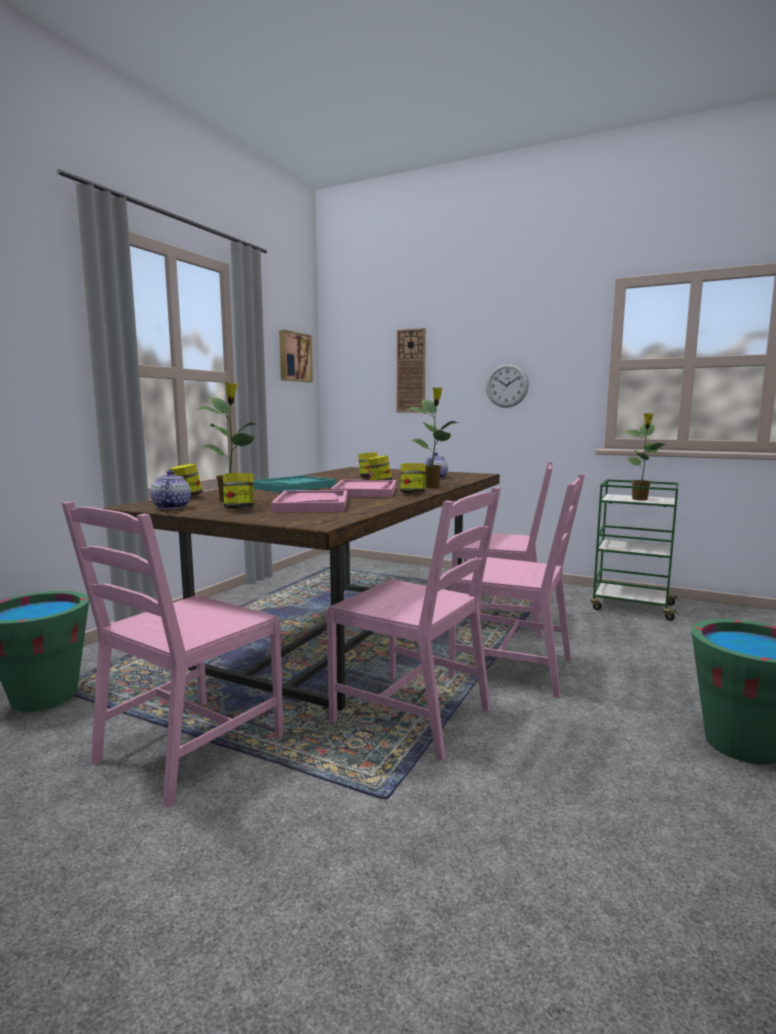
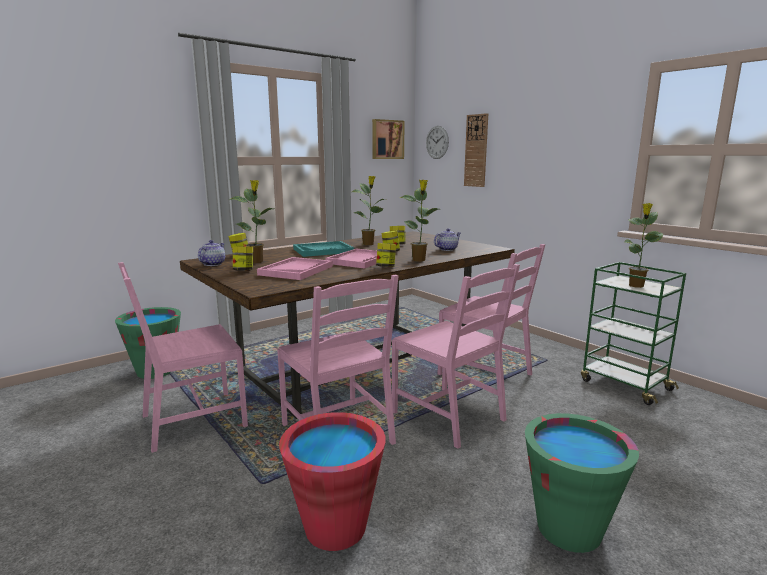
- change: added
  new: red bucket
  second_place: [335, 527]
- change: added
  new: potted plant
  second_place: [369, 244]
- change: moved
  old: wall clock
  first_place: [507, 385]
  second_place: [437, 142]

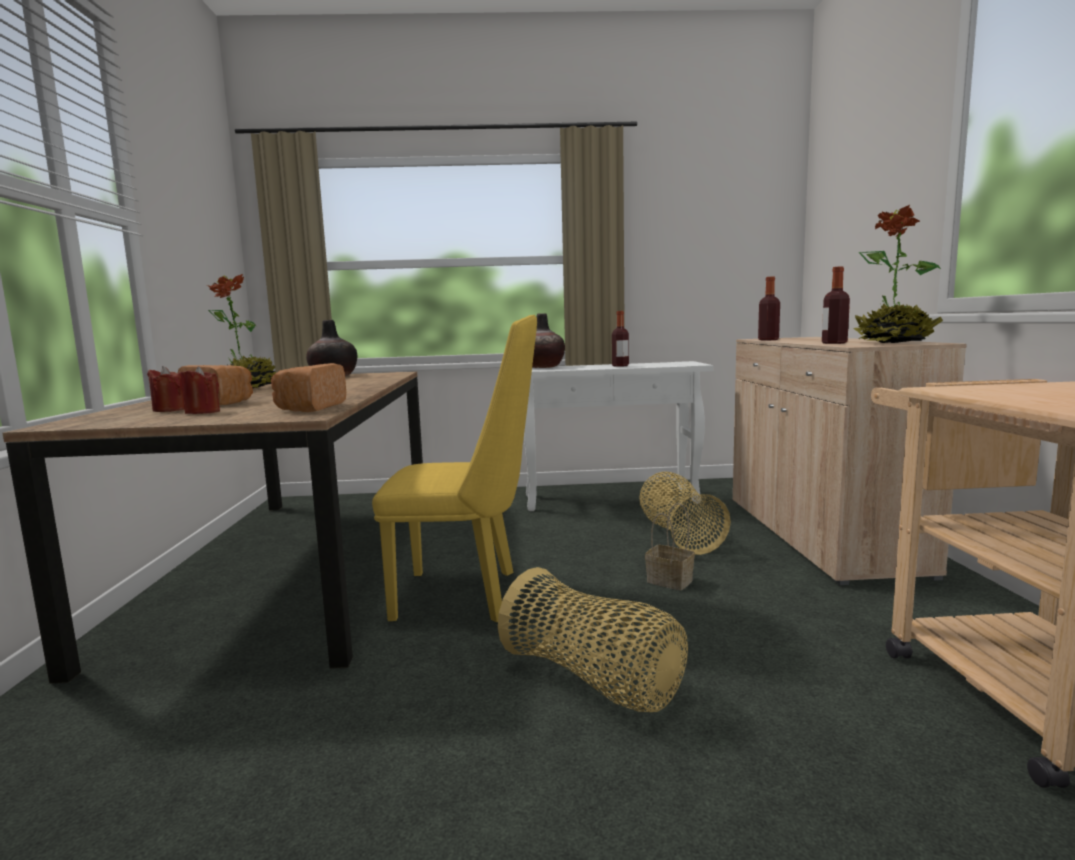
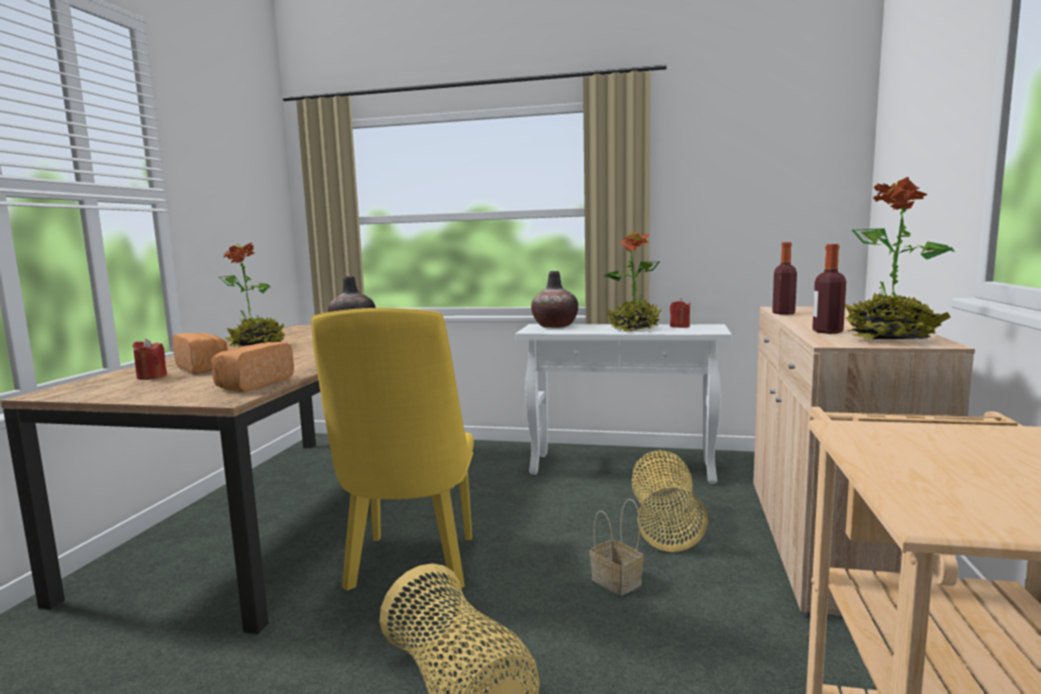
- change: turned
  old: yellow chair
  first_place: [468, 594]
  second_place: [411, 568]
  degrees: 75
- change: replaced
  old: bottle
  new: potted plant
  first_place: [620, 366]
  second_place: [633, 329]
- change: moved
  old: red candle
  first_place: [203, 412]
  second_place: [679, 326]

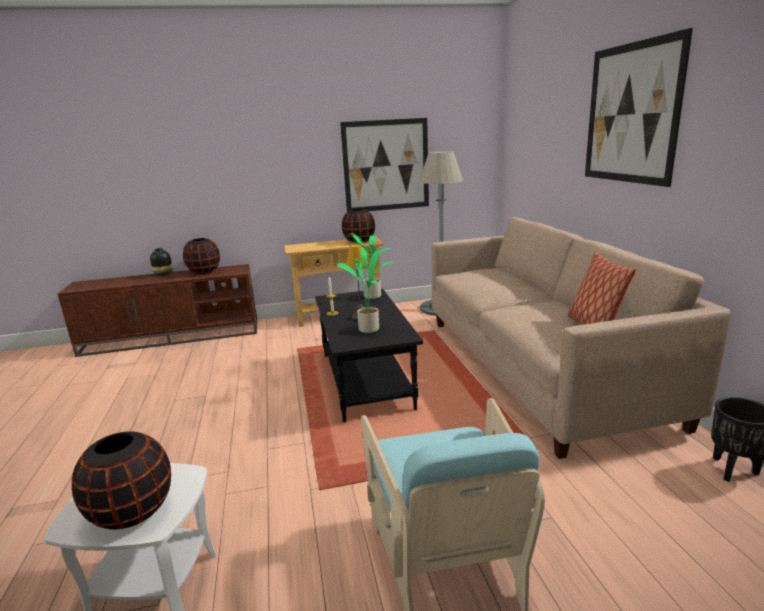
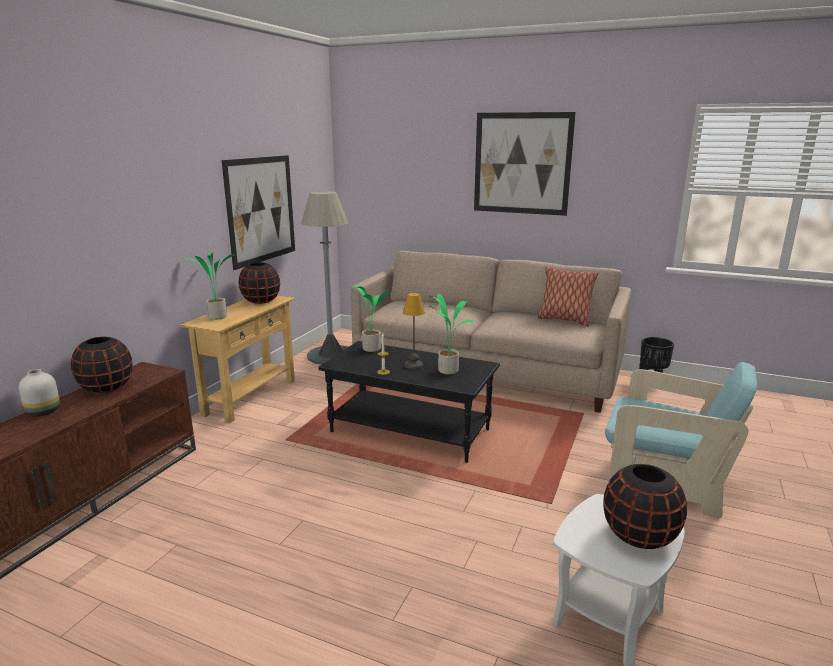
- change: recoloured
  old: black vase
  new: white vase
  first_place: [163, 274]
  second_place: [44, 412]
- change: added
  new: potted plant
  second_place: [216, 317]

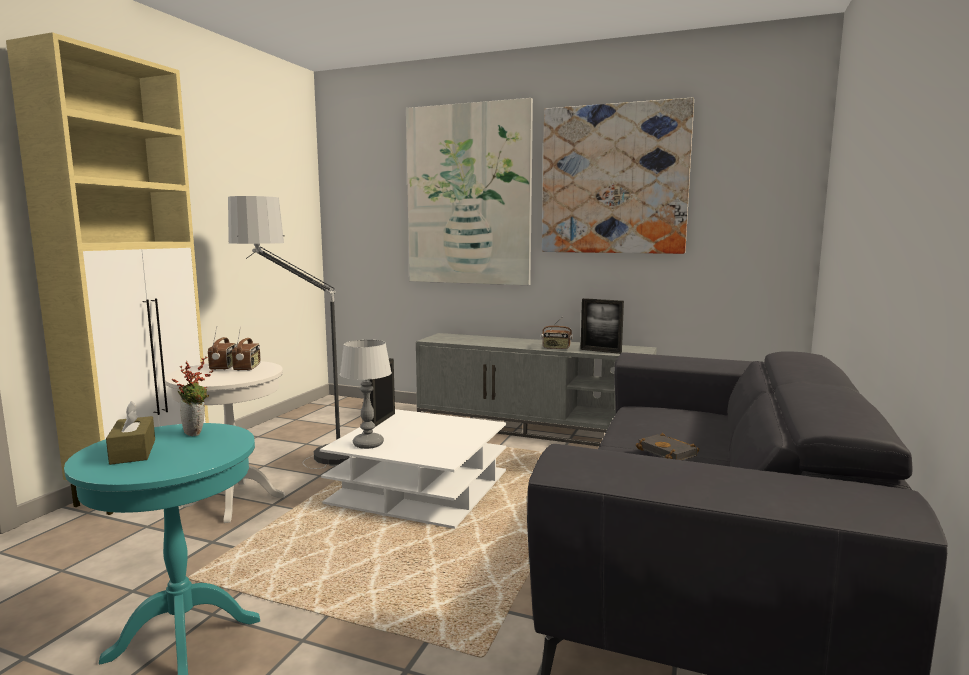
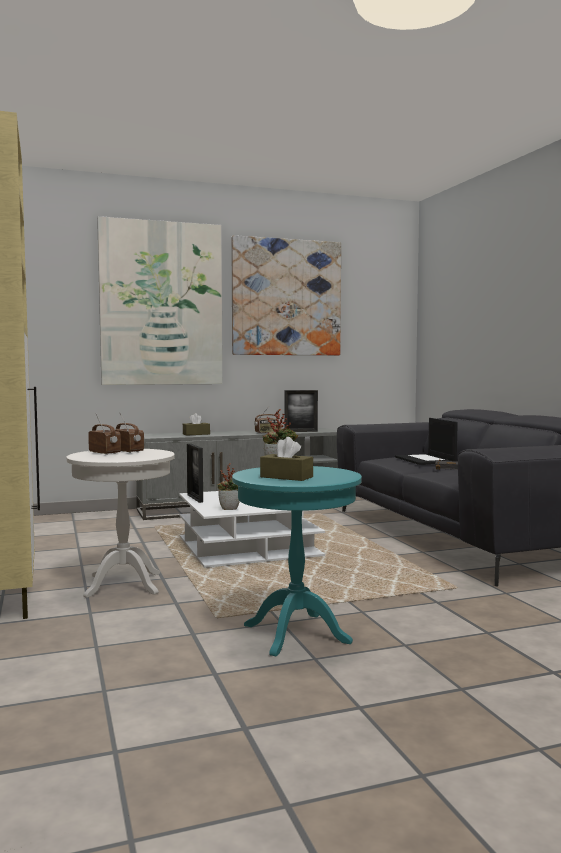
- change: added
  new: brown tissue box
  second_place: [196, 434]
- change: replaced
  old: table lamp
  new: potted plant
  first_place: [367, 444]
  second_place: [230, 509]
- change: added
  new: laptop
  second_place: [425, 460]
- change: removed
  old: floor lamp
  first_place: [303, 453]

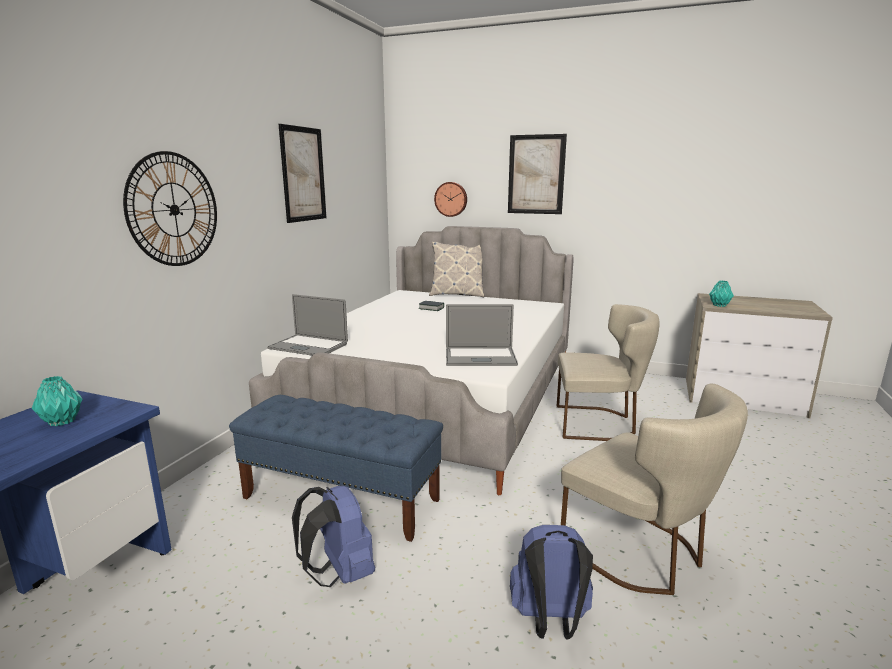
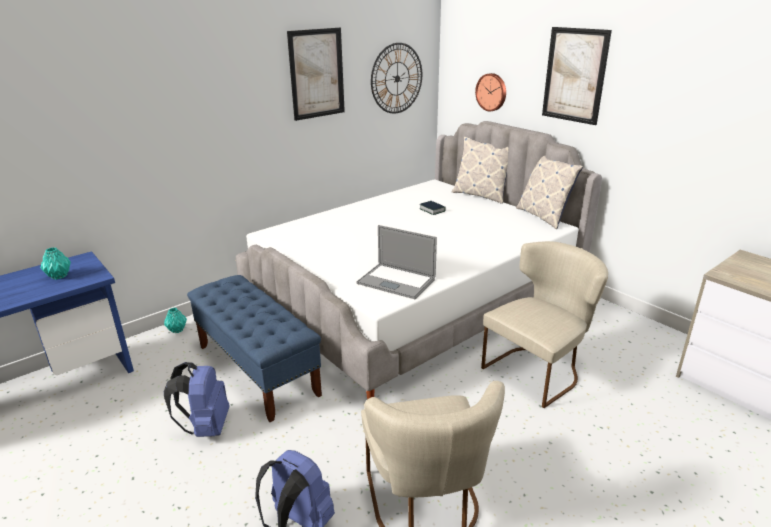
- change: moved
  old: turquoise vase
  first_place: [719, 305]
  second_place: [177, 330]
- change: moved
  old: wall clock
  first_place: [174, 210]
  second_place: [397, 78]
- change: turned
  old: beige chair
  first_place: [599, 423]
  second_place: [538, 370]
  degrees: -75
- change: added
  new: pillow
  second_place: [543, 216]
- change: removed
  old: laptop
  first_place: [308, 346]

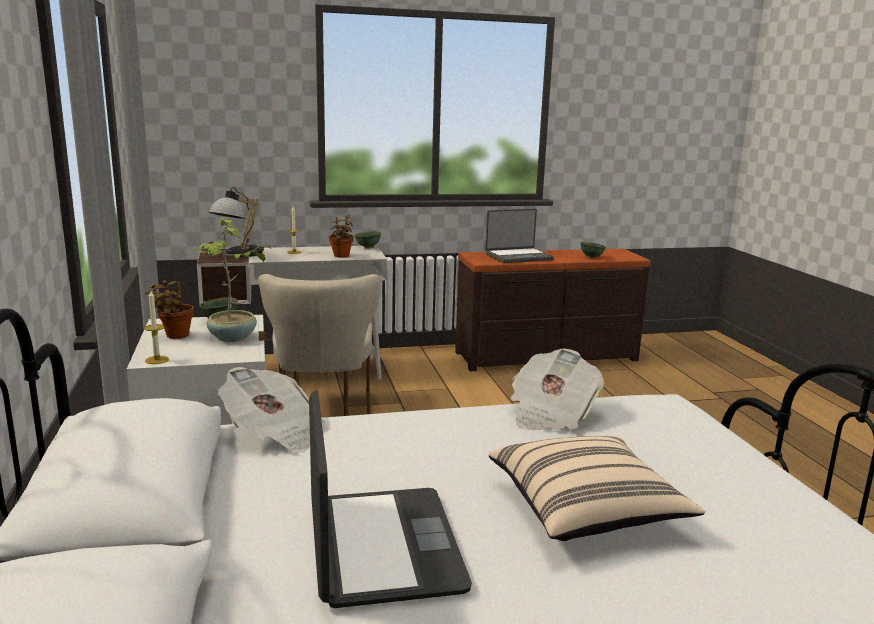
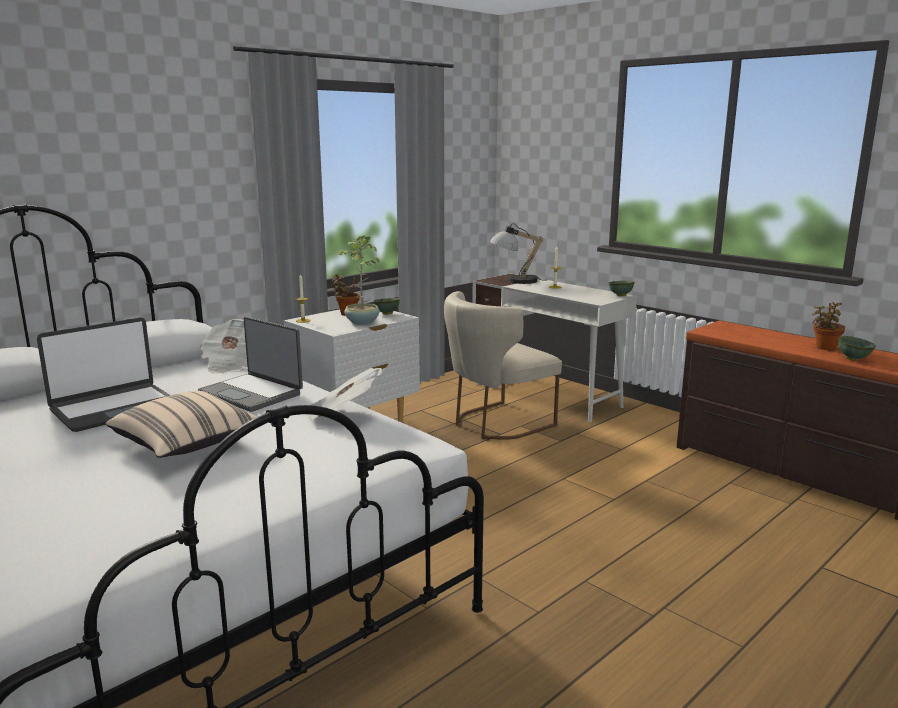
- change: moved
  old: laptop
  first_place: [518, 257]
  second_place: [252, 393]
- change: moved
  old: potted plant
  first_place: [341, 256]
  second_place: [824, 348]

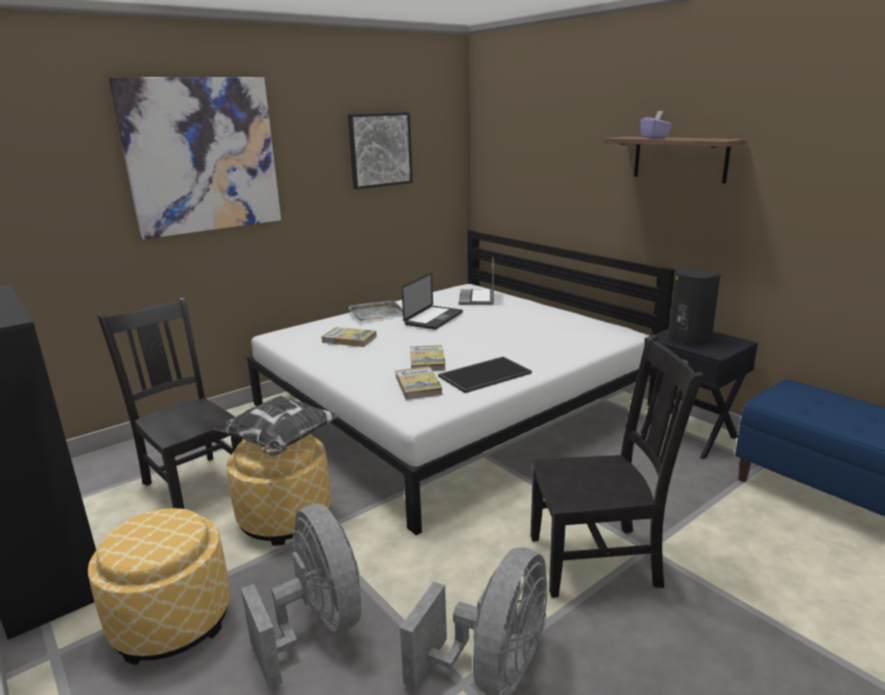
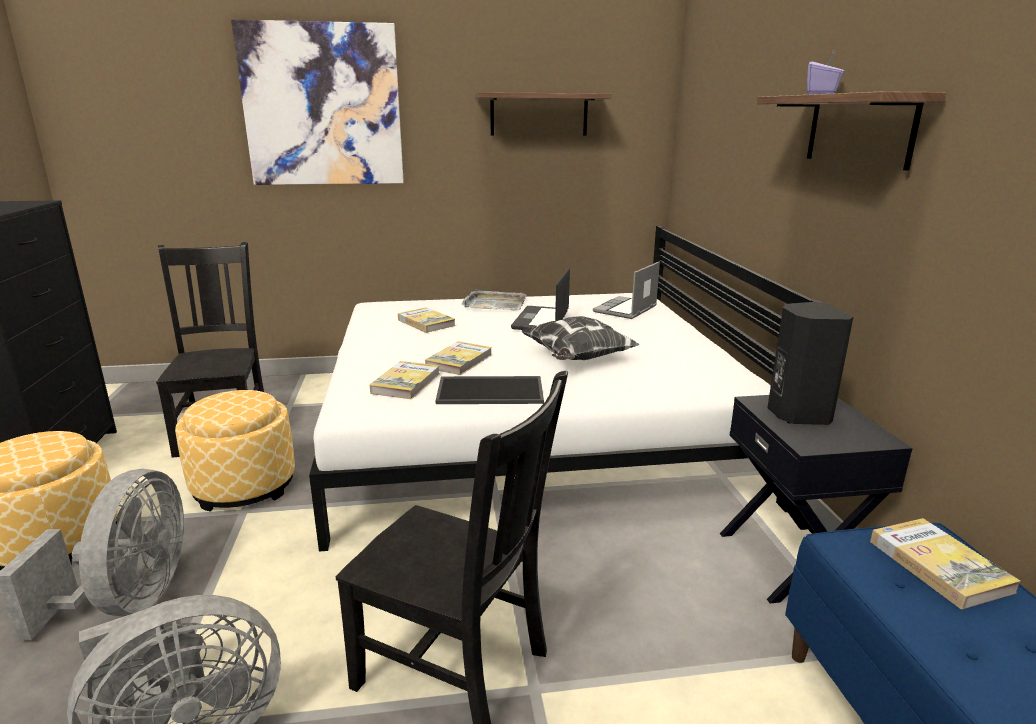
- change: replaced
  old: picture
  new: shelf
  first_place: [380, 150]
  second_place: [539, 114]
- change: turned
  old: laptop
  first_place: [433, 318]
  second_place: [541, 320]
  degrees: 135
- change: moved
  old: pillow
  first_place: [280, 443]
  second_place: [577, 359]
- change: added
  new: book
  second_place: [938, 566]

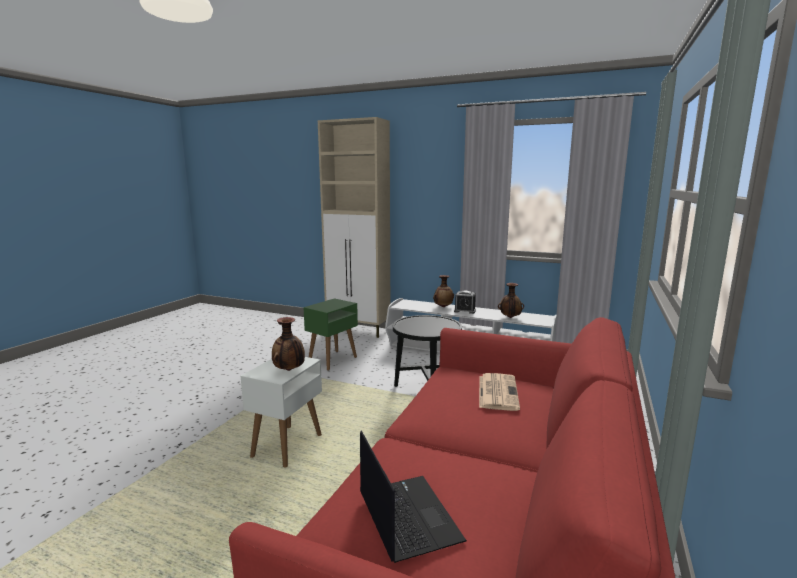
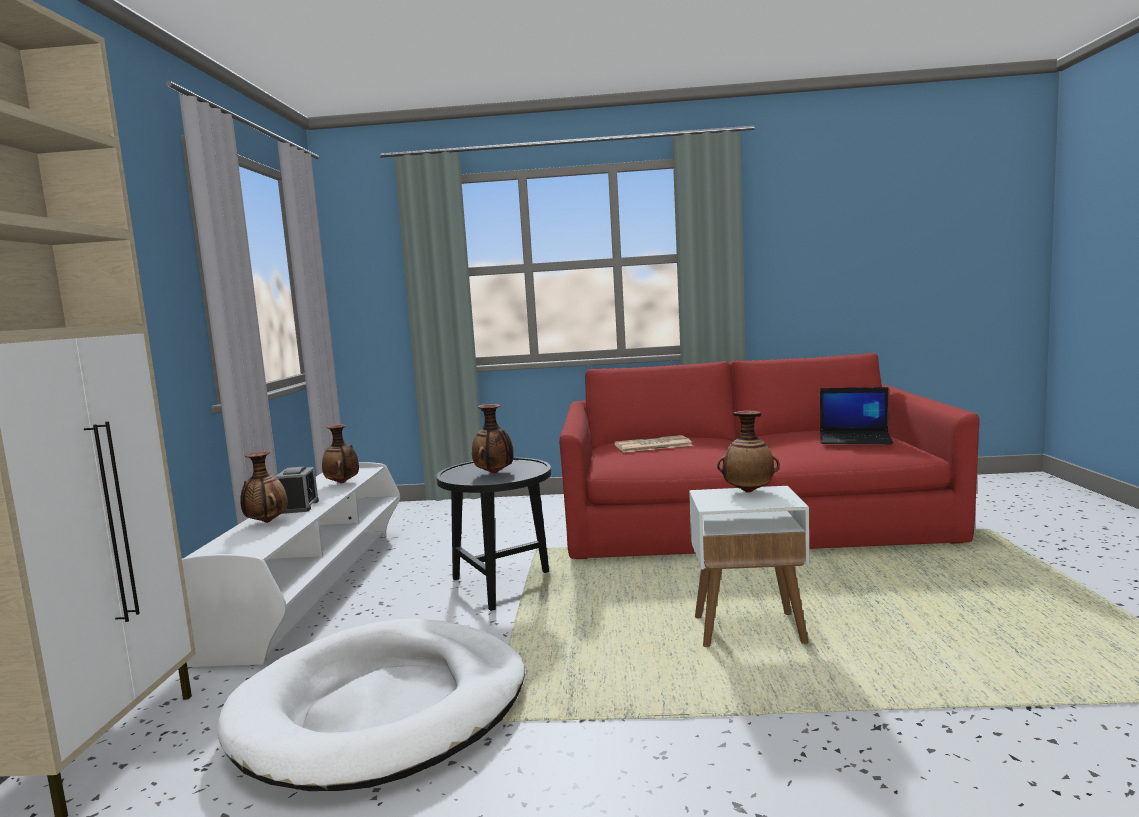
- change: replaced
  old: green side table
  new: white dog bed
  first_place: [332, 360]
  second_place: [383, 709]
- change: added
  new: vase
  second_place: [494, 473]
- change: turned
  old: laptop
  first_place: [407, 516]
  second_place: [856, 439]
  degrees: -120

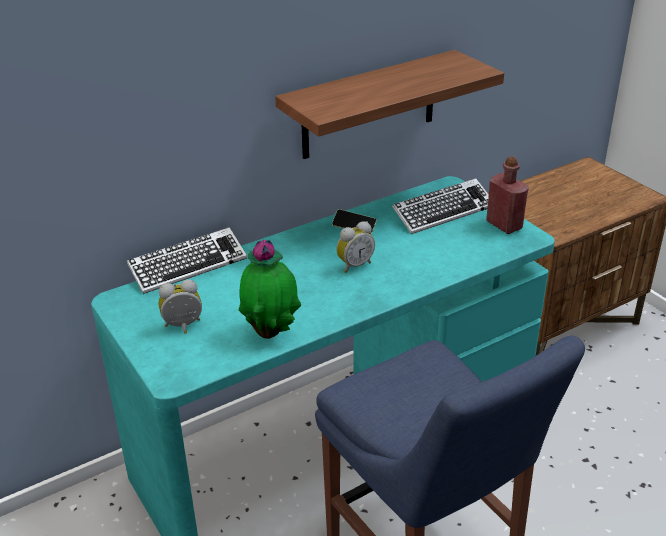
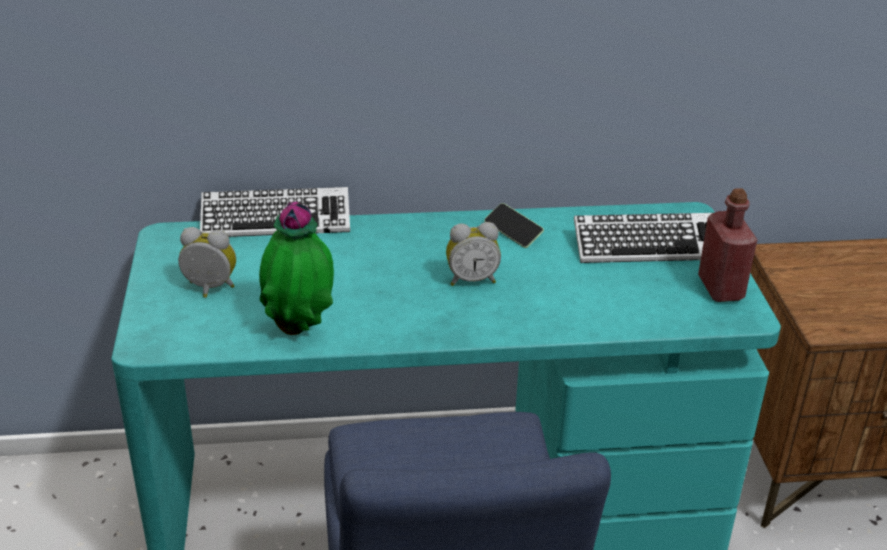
- change: removed
  old: shelf
  first_place: [369, 105]

